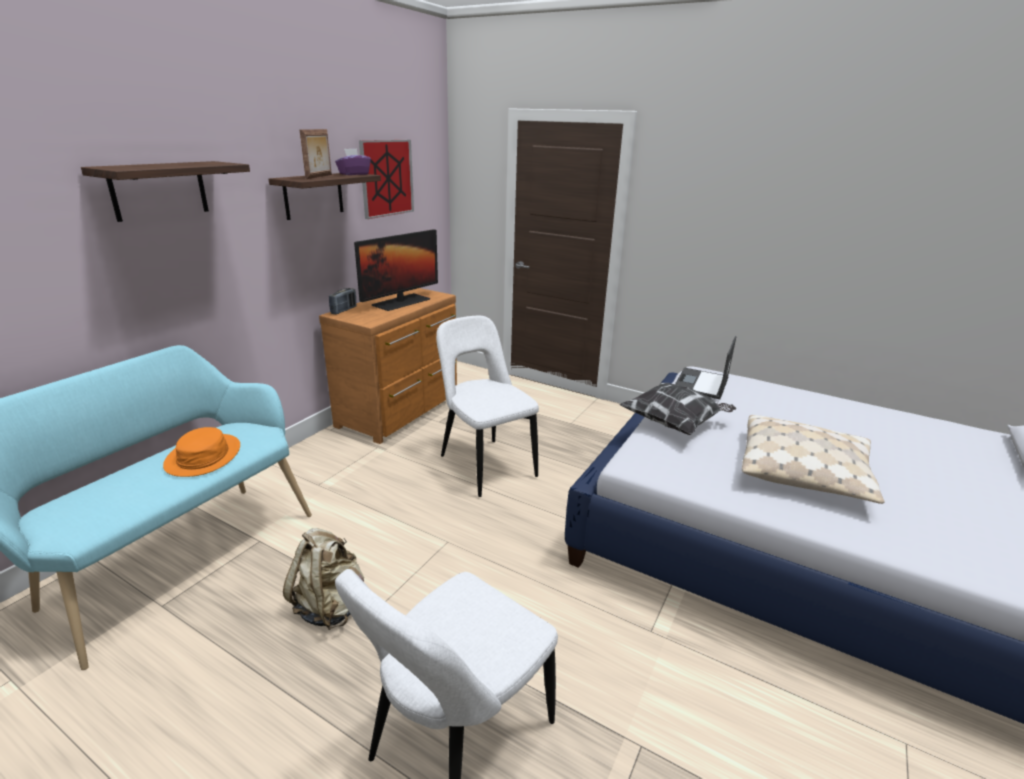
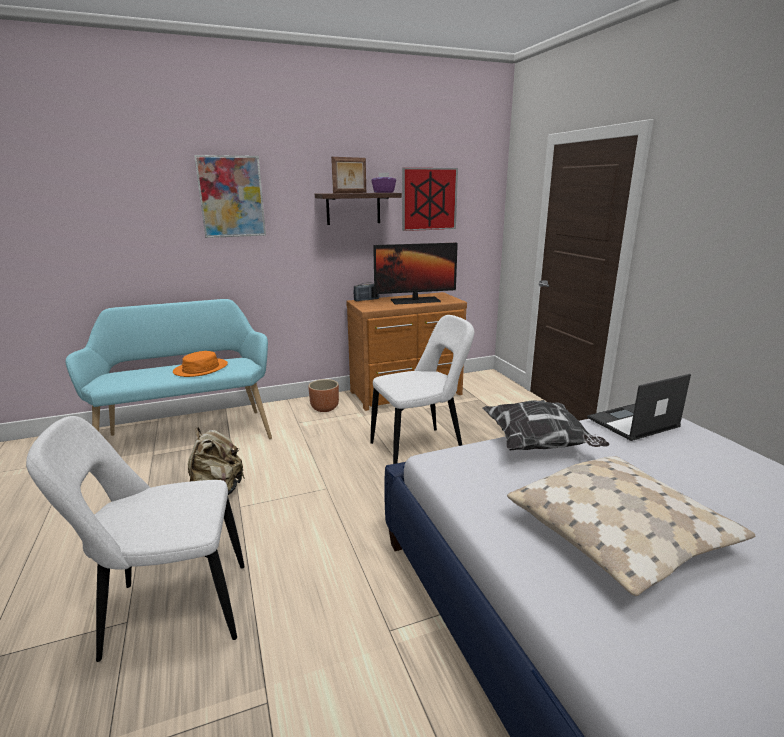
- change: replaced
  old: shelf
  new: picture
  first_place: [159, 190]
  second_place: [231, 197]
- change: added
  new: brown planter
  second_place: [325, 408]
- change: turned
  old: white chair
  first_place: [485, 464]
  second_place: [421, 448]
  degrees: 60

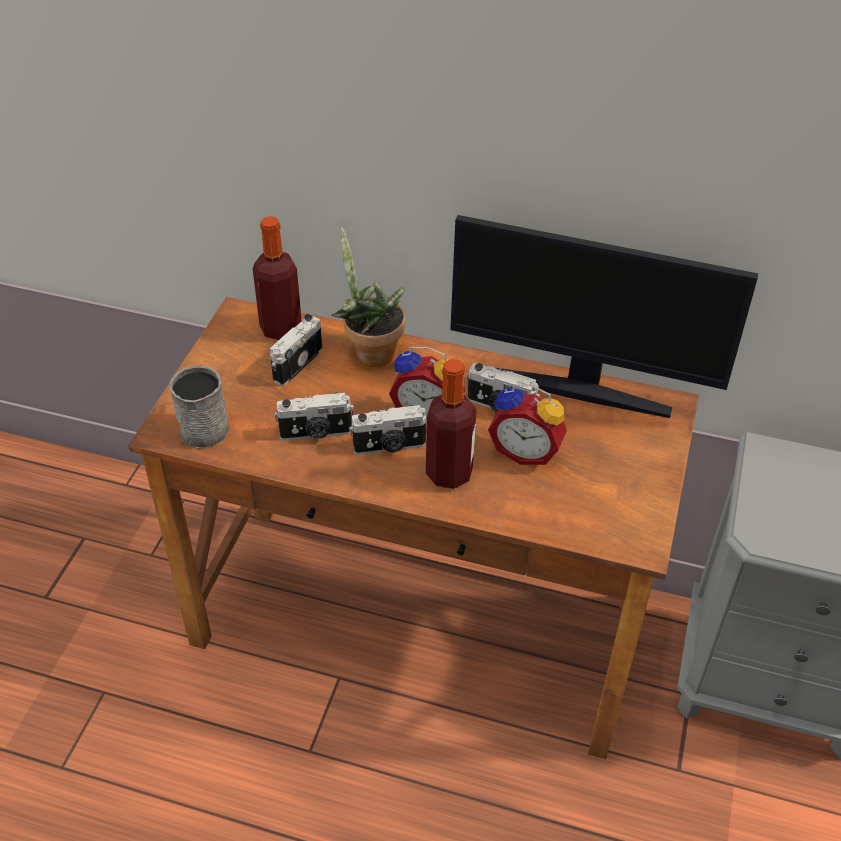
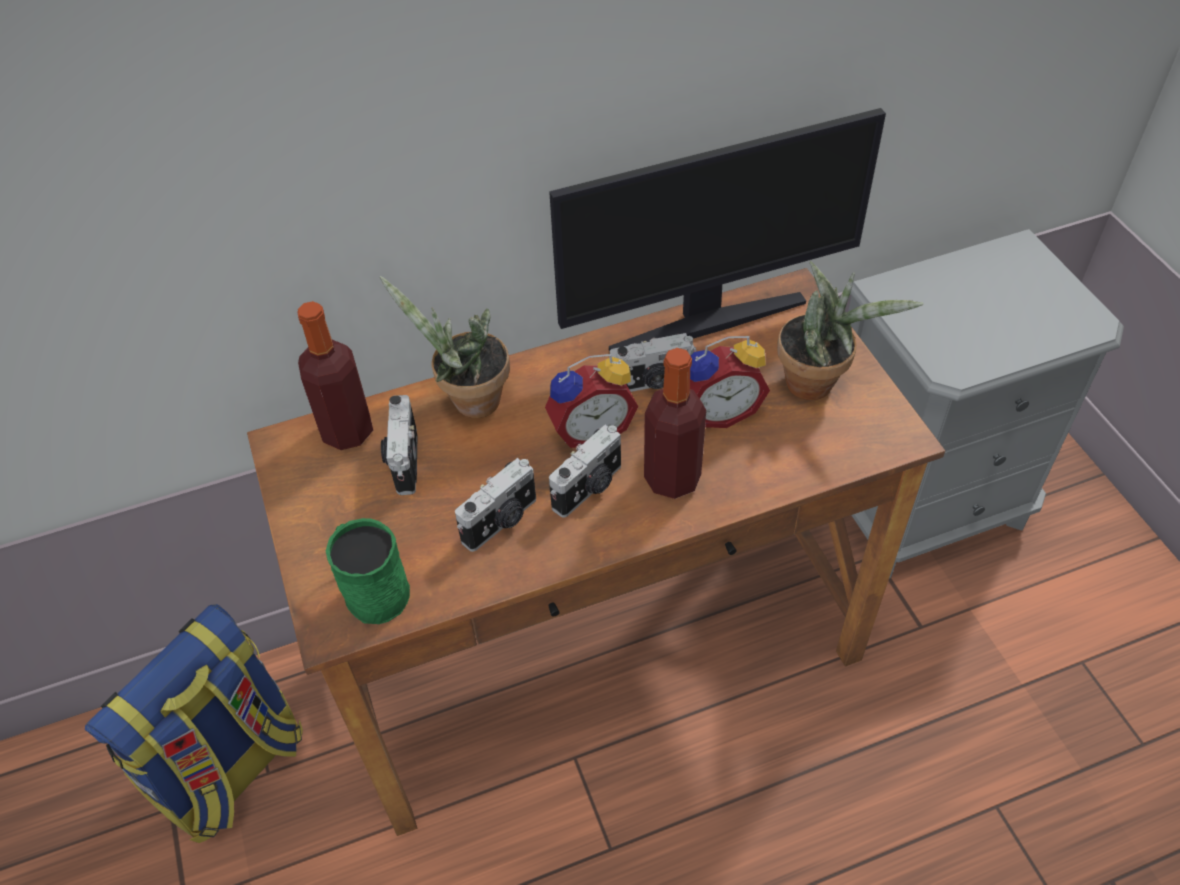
- change: added
  new: backpack
  second_place: [231, 770]
- change: recoloured
  old: grey mug
  new: green mug
  first_place: [205, 425]
  second_place: [372, 589]
- change: added
  new: potted plant
  second_place: [817, 382]

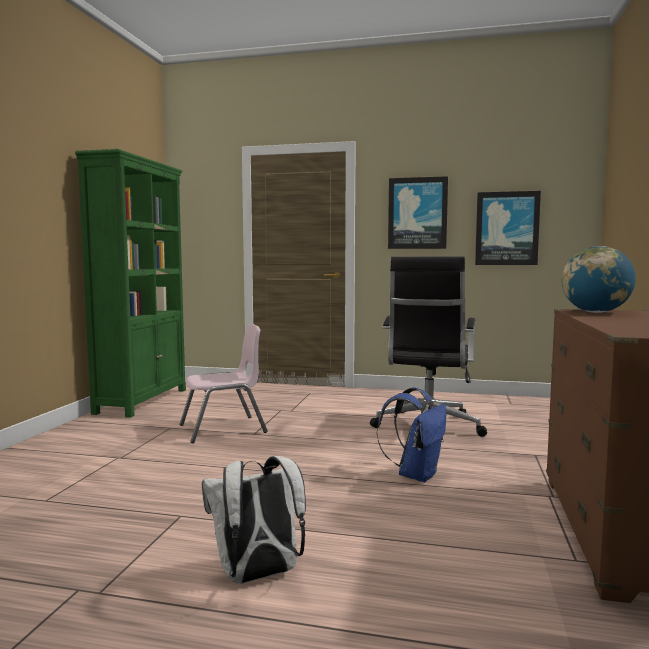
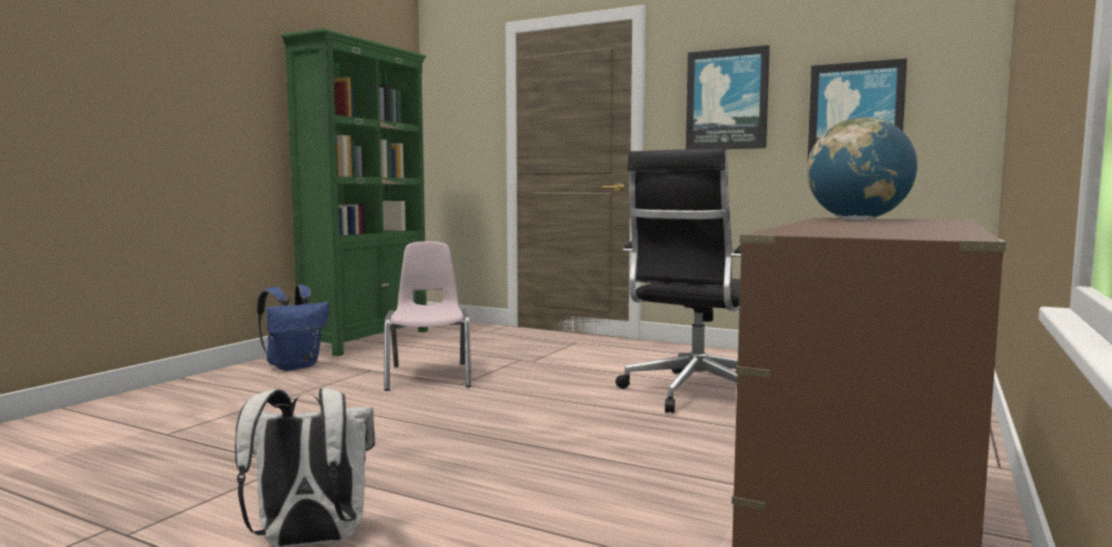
- change: moved
  old: blue backpack
  first_place: [416, 475]
  second_place: [294, 366]
- change: turned
  old: pink chair
  first_place: [223, 429]
  second_place: [429, 376]
  degrees: -90

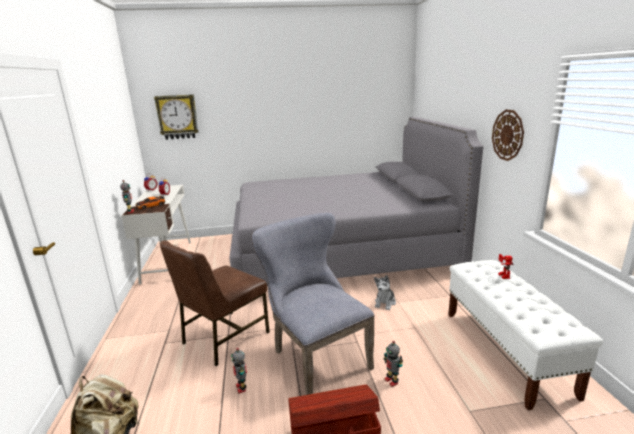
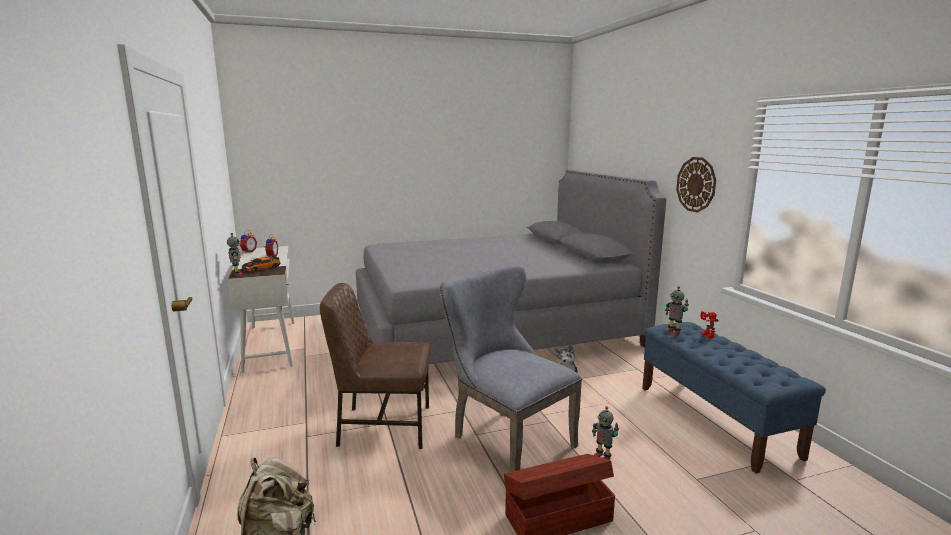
- change: turned
  old: brown chair
  first_place: [224, 338]
  second_place: [383, 426]
  degrees: 60
- change: recoloured
  old: white bench
  new: blue bench
  first_place: [505, 351]
  second_place: [715, 420]
- change: moved
  old: toy robot
  first_place: [242, 388]
  second_place: [673, 331]
- change: removed
  old: wall clock
  first_place: [177, 117]

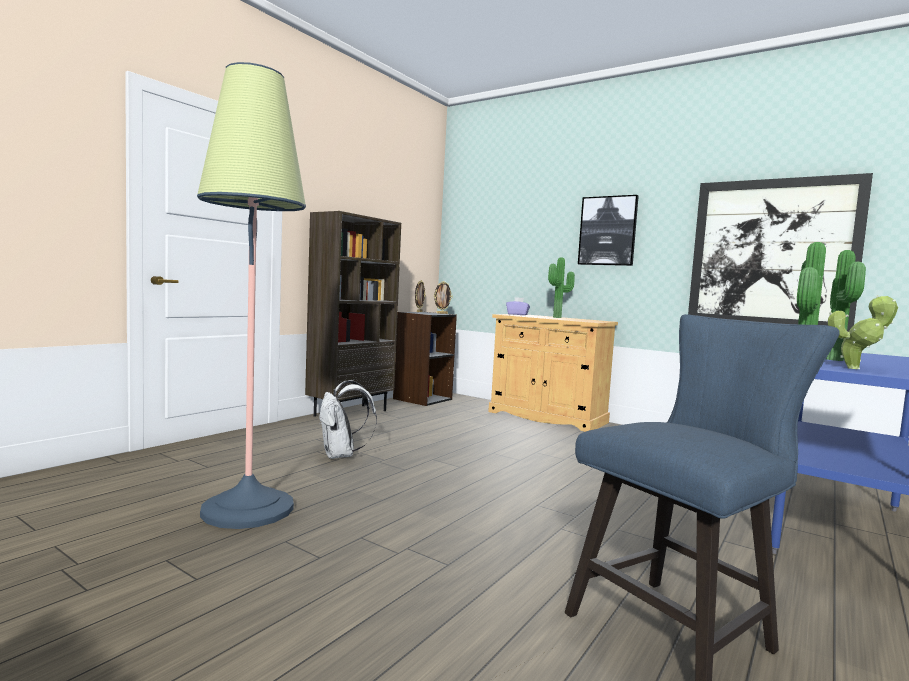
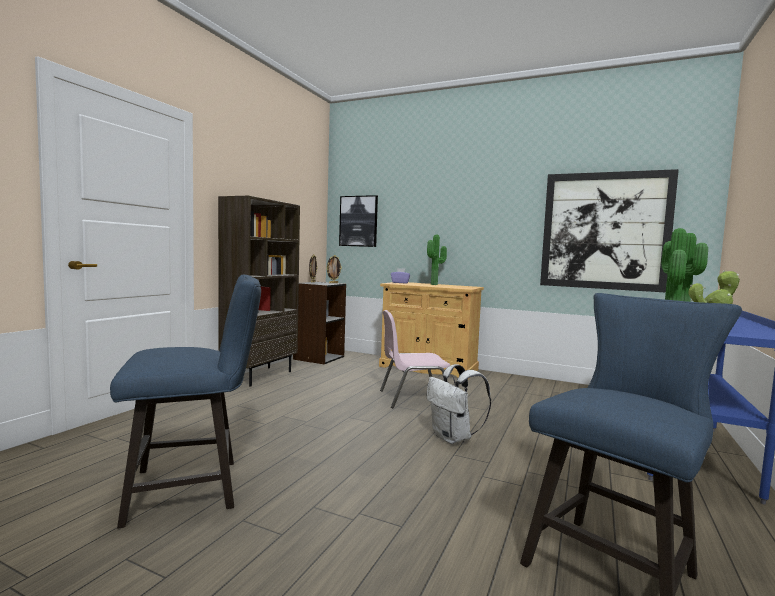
- change: replaced
  old: floor lamp
  new: blue chair
  first_place: [248, 509]
  second_place: [194, 488]
- change: moved
  old: picture
  first_place: [607, 231]
  second_place: [358, 221]
- change: added
  new: pink chair
  second_place: [413, 398]
- change: moved
  old: white backpack
  first_place: [341, 455]
  second_place: [453, 438]

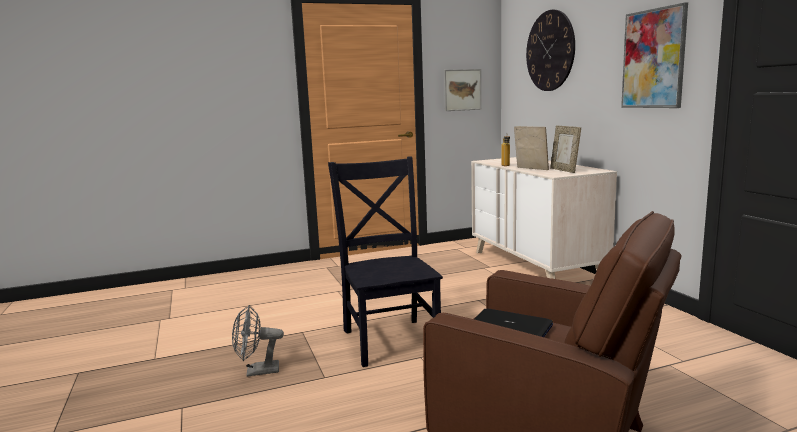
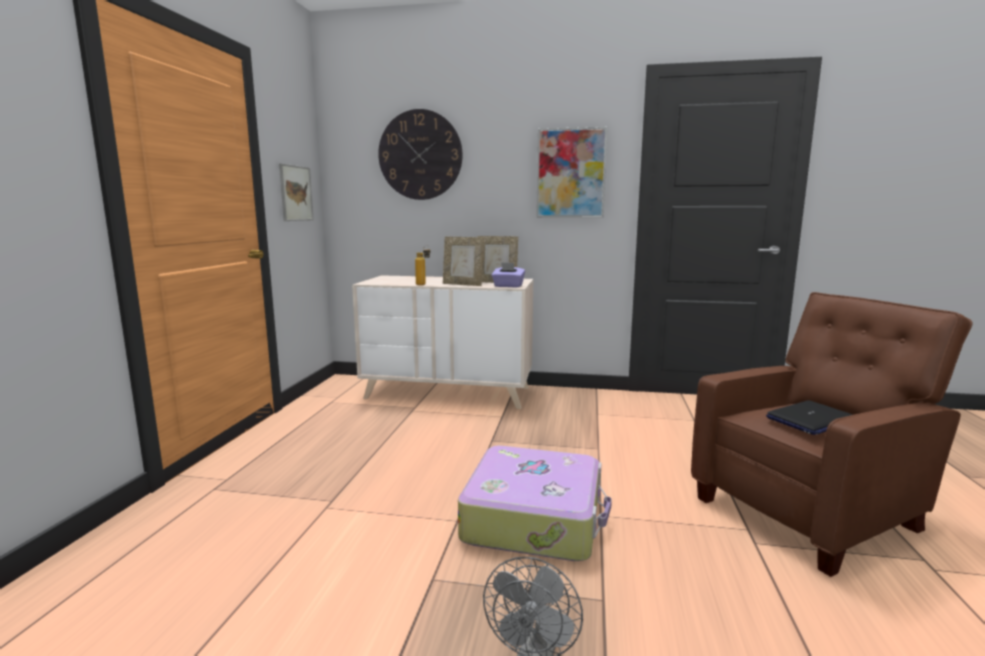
- change: turned
  old: picture frame
  first_place: [530, 169]
  second_place: [463, 284]
  degrees: -150
- change: replaced
  old: black chair
  new: suitcase
  first_place: [390, 339]
  second_place: [535, 518]
- change: added
  new: purple tissue box
  second_place: [508, 286]

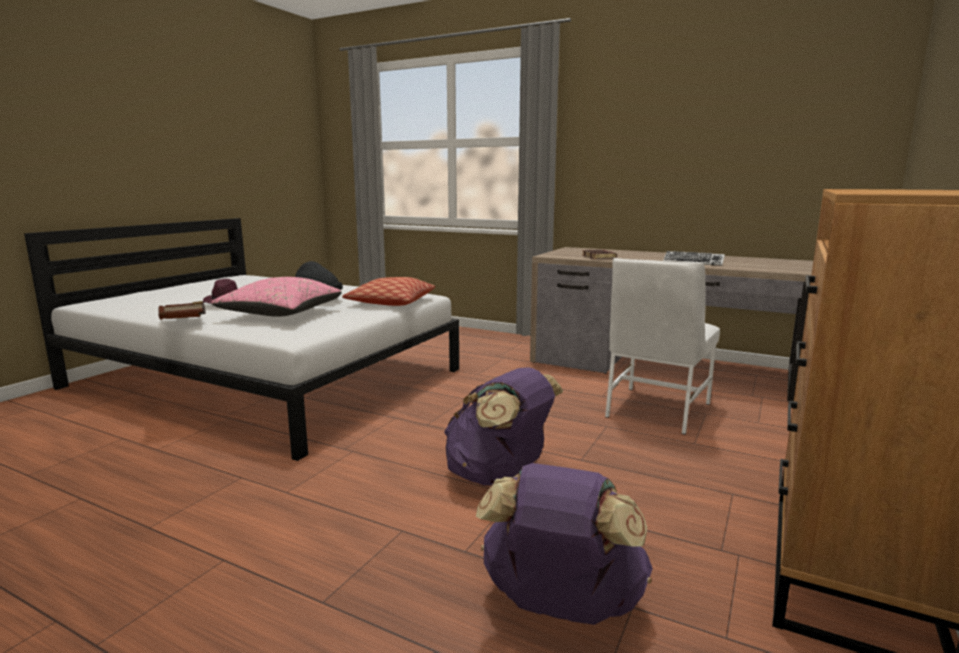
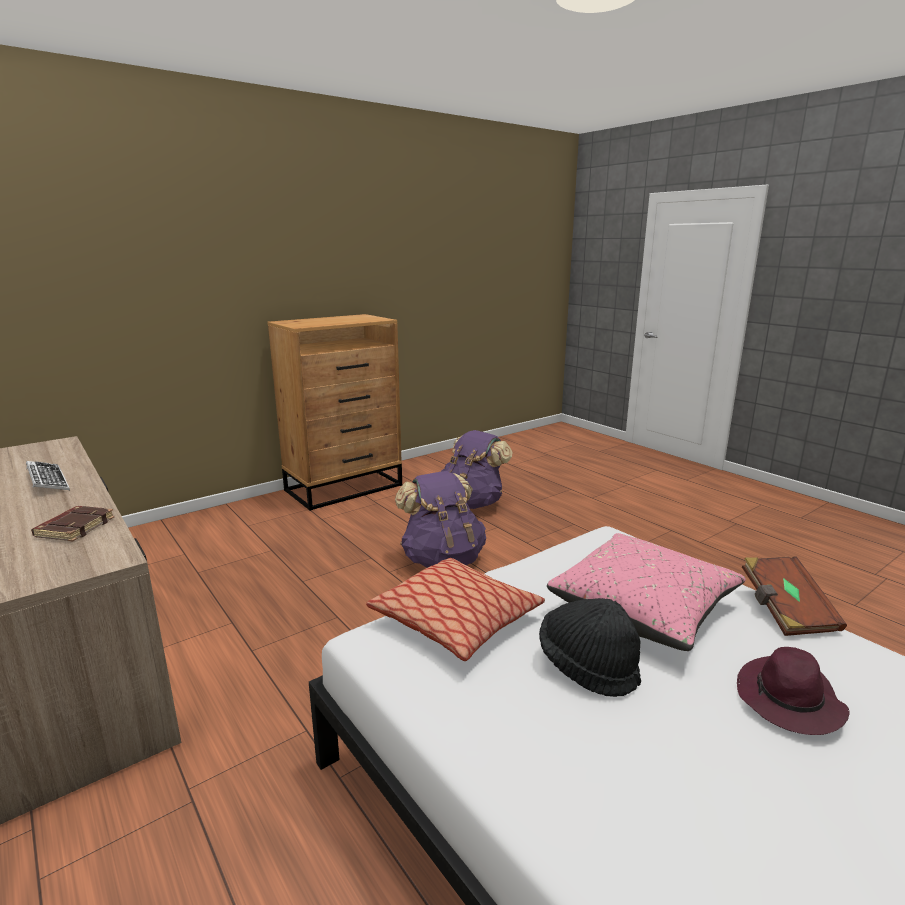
- change: removed
  old: white chair
  first_place: [655, 410]

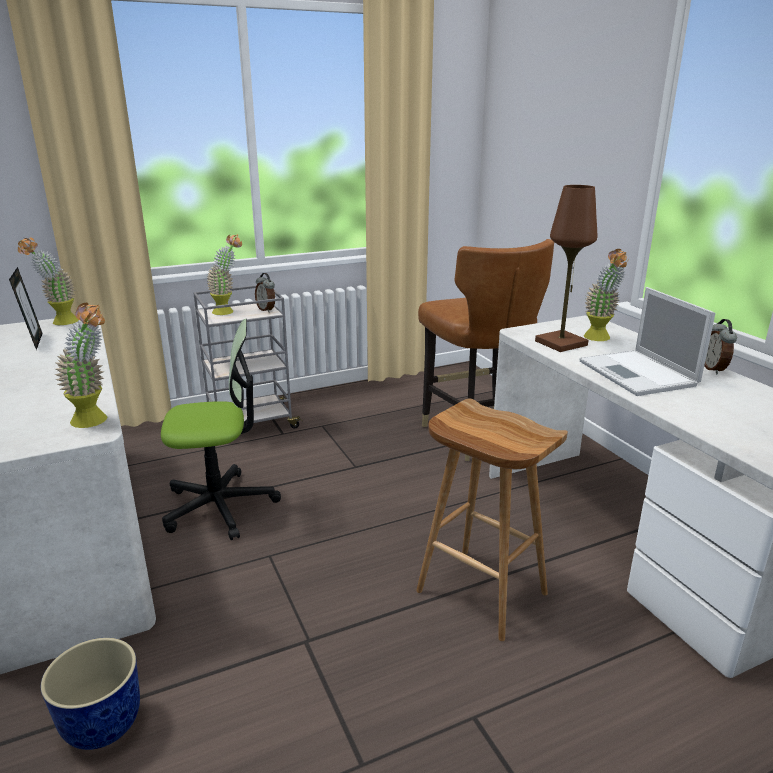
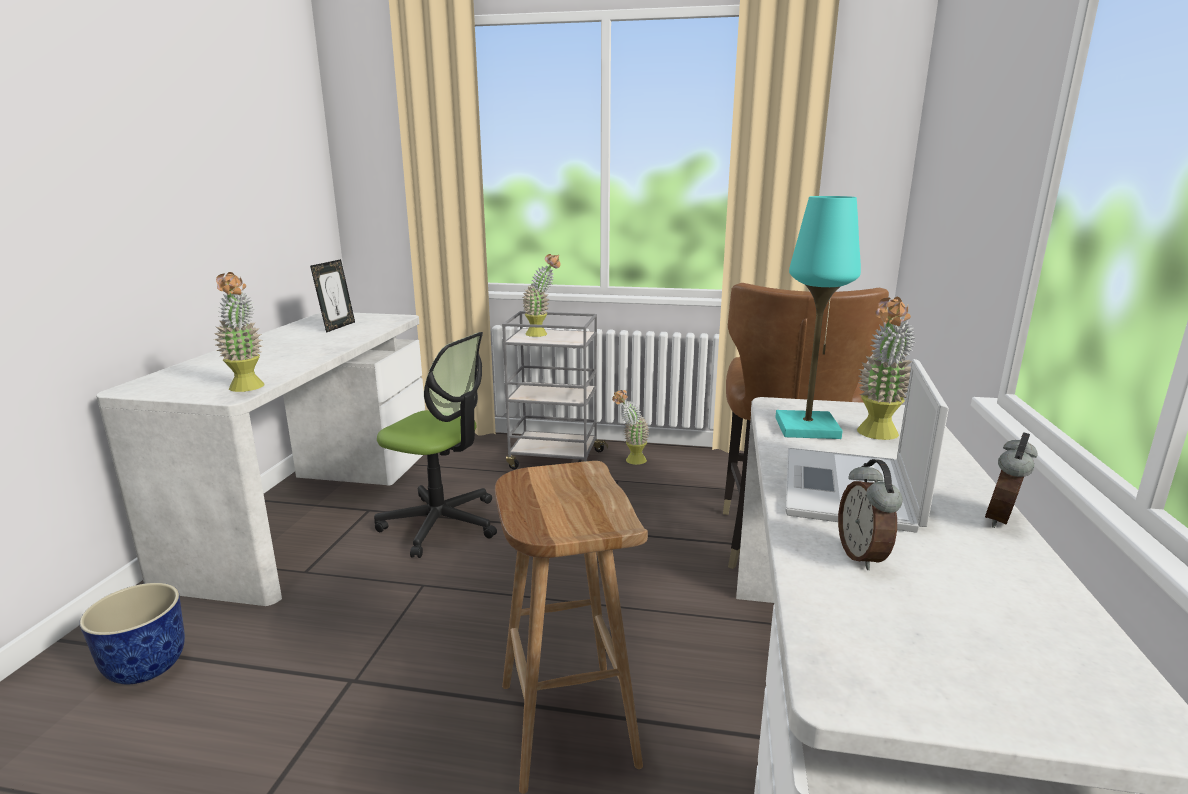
- change: moved
  old: potted plant
  first_place: [59, 323]
  second_place: [630, 461]
- change: recoloured
  old: brown table lamp
  new: turquoise table lamp
  first_place: [561, 343]
  second_place: [807, 428]
- change: moved
  old: alarm clock
  first_place: [266, 310]
  second_place: [863, 556]

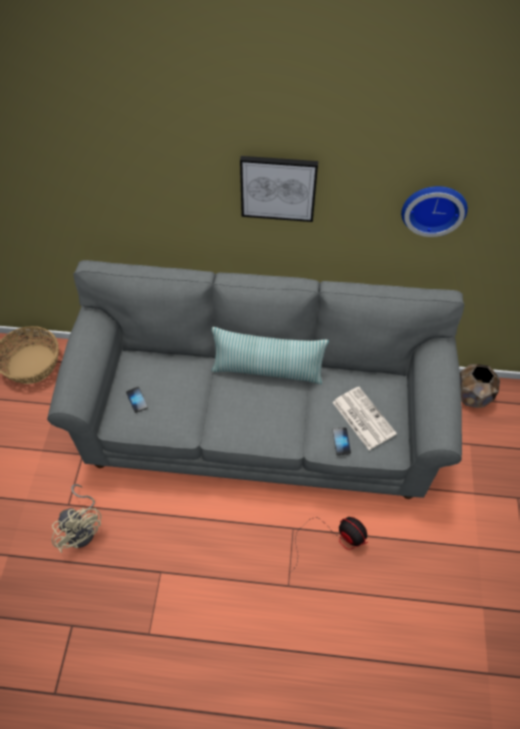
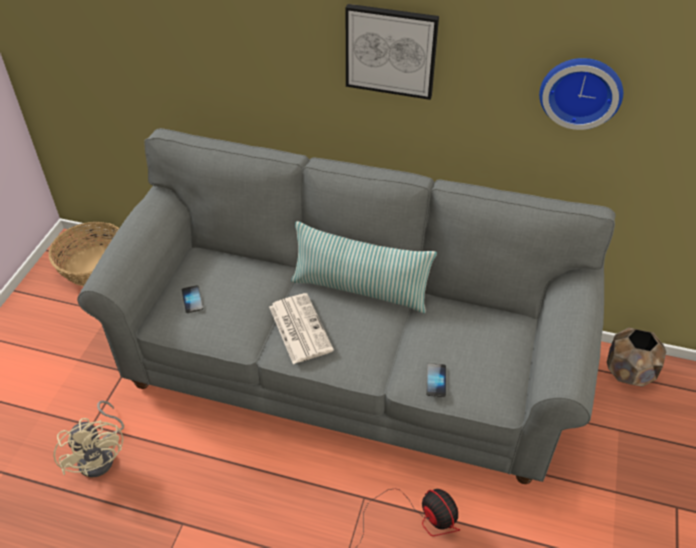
- change: moved
  old: newspaper
  first_place: [362, 417]
  second_place: [299, 328]

